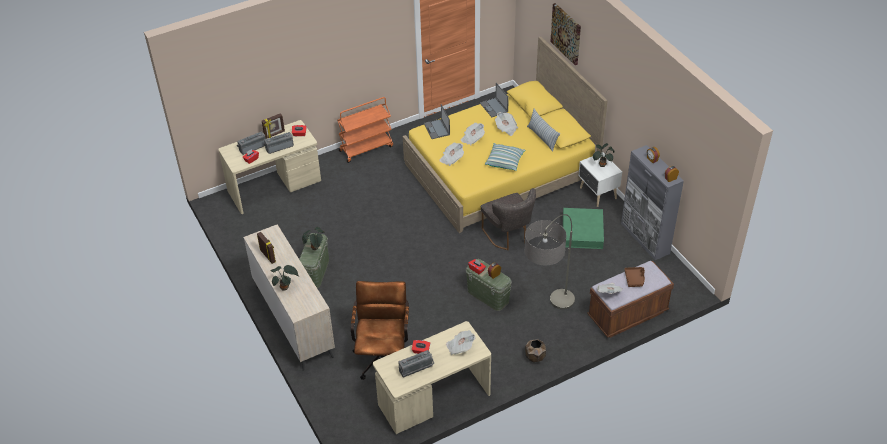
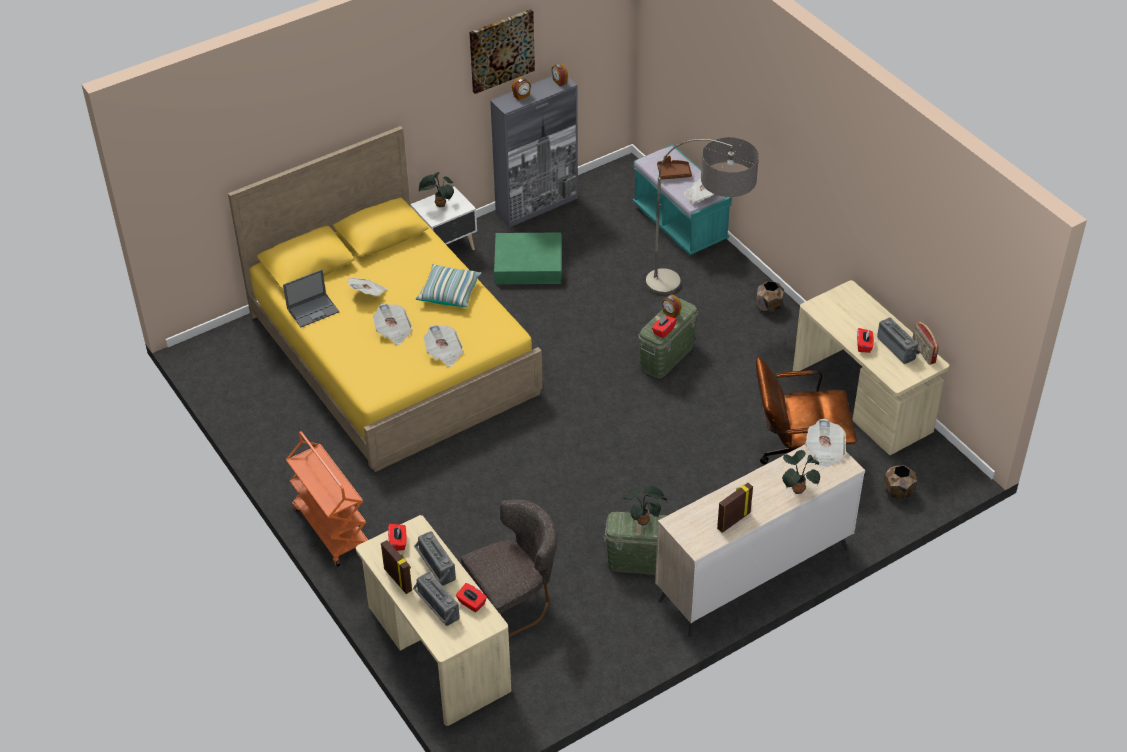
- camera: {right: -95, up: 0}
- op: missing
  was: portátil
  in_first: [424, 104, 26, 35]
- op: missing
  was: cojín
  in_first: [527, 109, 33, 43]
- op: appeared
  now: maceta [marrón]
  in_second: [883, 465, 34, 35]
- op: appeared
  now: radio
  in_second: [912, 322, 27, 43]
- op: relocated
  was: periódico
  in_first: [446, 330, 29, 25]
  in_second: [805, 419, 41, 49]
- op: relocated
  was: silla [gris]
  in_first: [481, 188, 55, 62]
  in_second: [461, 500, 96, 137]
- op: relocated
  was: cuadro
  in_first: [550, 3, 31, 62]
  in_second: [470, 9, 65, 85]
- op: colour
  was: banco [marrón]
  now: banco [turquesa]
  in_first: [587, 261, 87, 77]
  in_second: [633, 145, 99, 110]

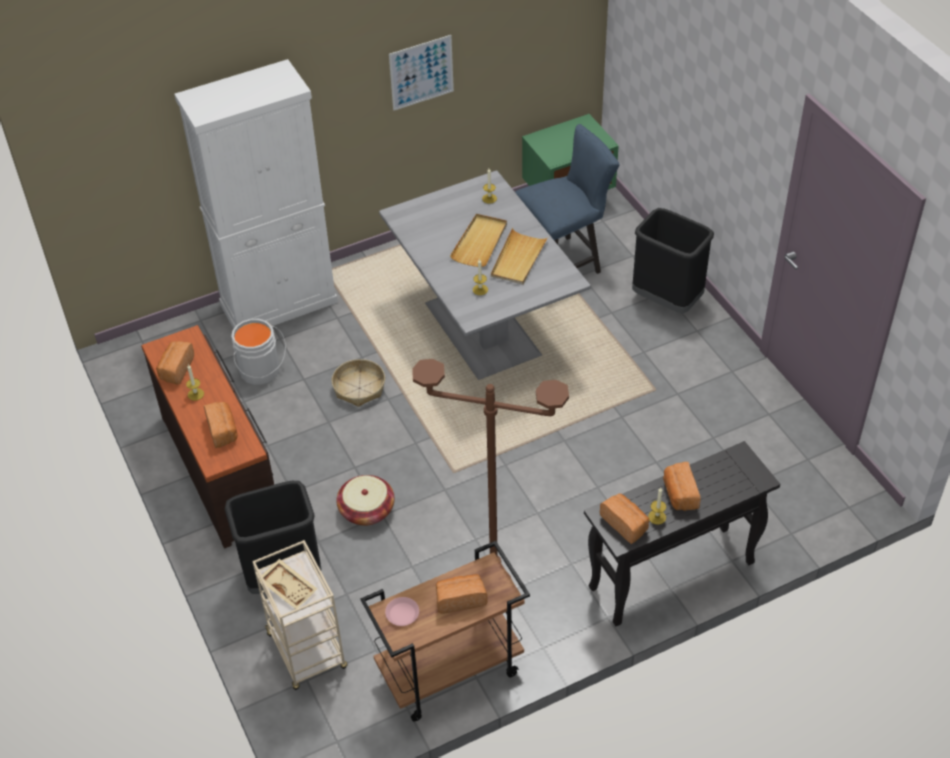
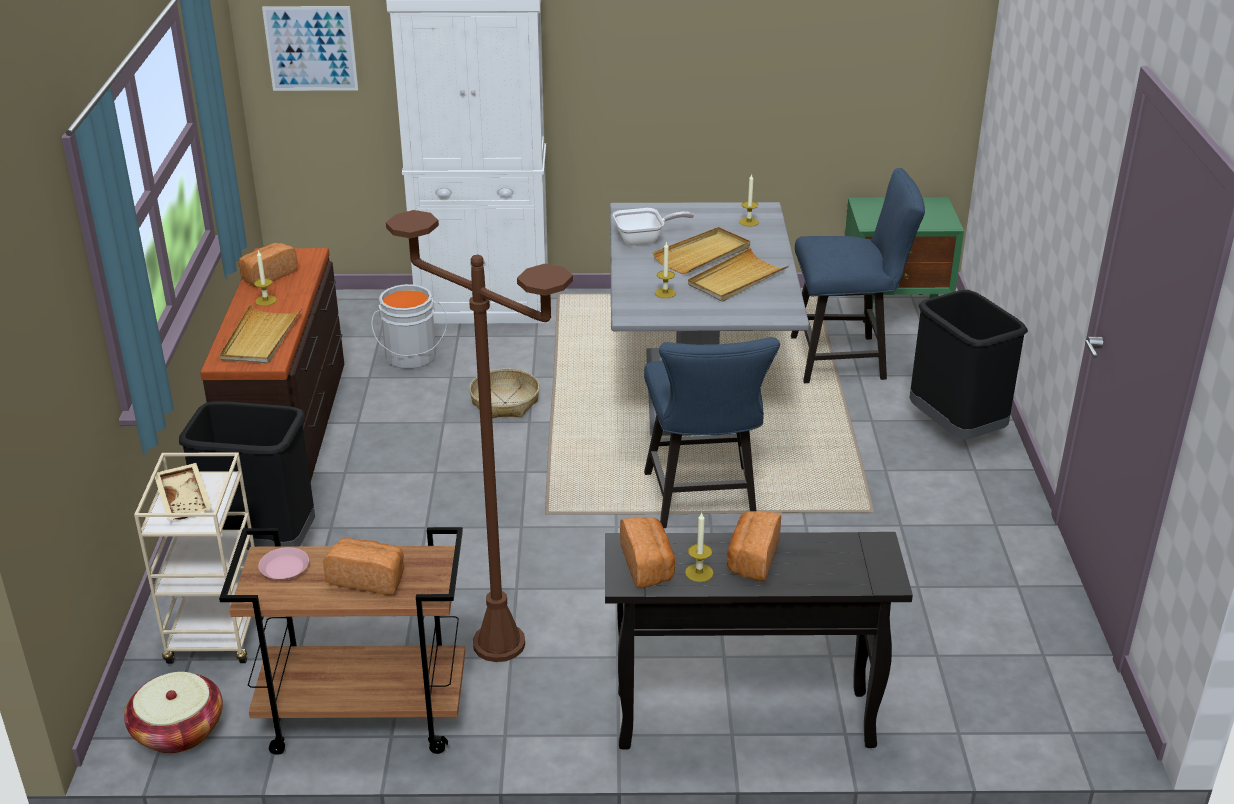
- camera: {right: 25, up: -15}
- op: appeared
  now: sartén
  in_second: [613, 208, 81, 37]
- op: appeared
  now: silla [azul]
  in_second: [644, 337, 136, 191]
- op: relocated
  was: cesta
  in_first: [337, 475, 58, 51]
  in_second: [124, 672, 99, 81]
- op: relocated
  was: cuadro
  in_first: [389, 35, 65, 76]
  in_second: [262, 6, 96, 85]
- op: exchanged
  was: pan
  now: bandeja [beis]
  in_first: [204, 402, 34, 46]
  in_second: [220, 304, 82, 60]

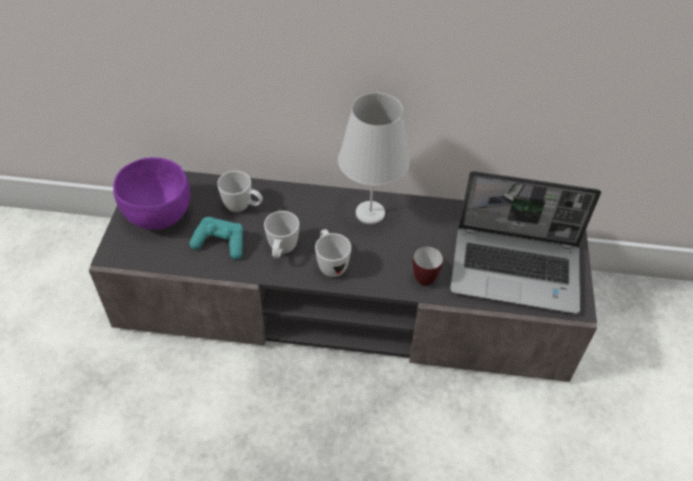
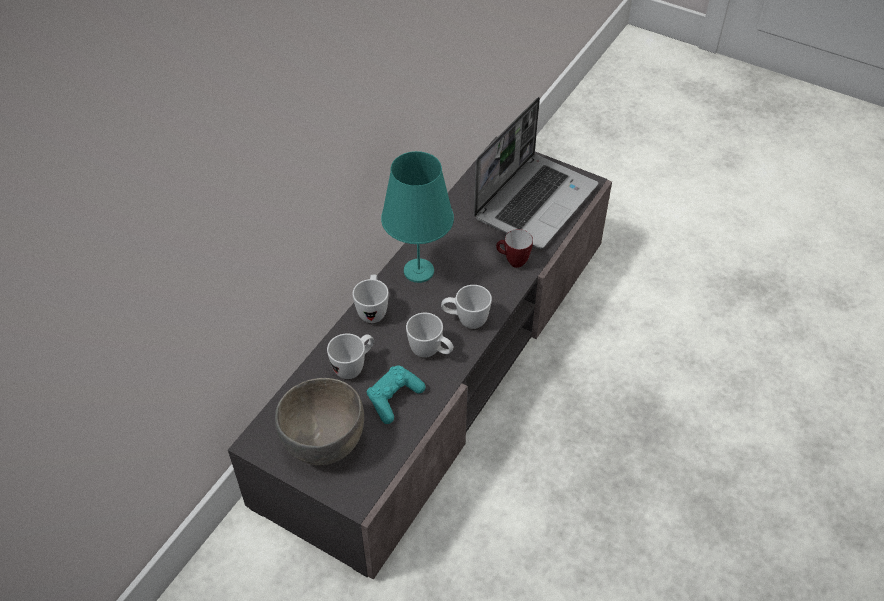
- camera: {right: -65, up: 0}
- op: appeared
  now: taza grande [blanco]
  in_second: [352, 274, 37, 49]
- op: colour
  was: cuenco [morado]
  now: cuenco [gris]
  in_first: [113, 157, 77, 73]
  in_second: [275, 378, 89, 87]
- op: colour
  was: lámpara de mesa [blanco]
  now: lámpara de mesa [turquesa]
  in_first: [338, 93, 72, 131]
  in_second: [381, 151, 73, 132]

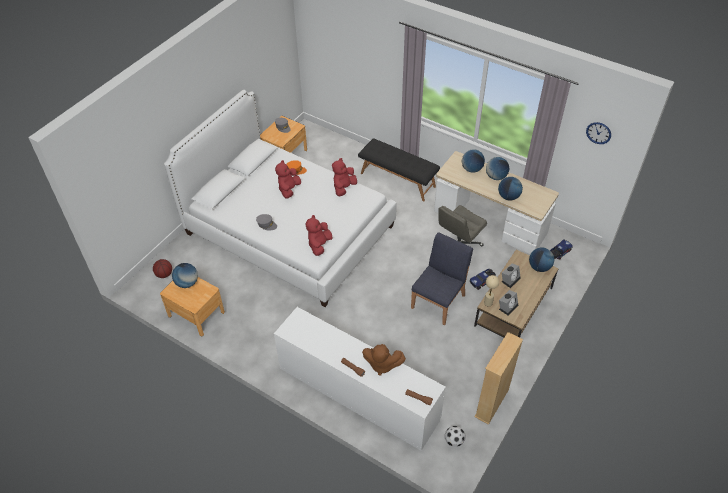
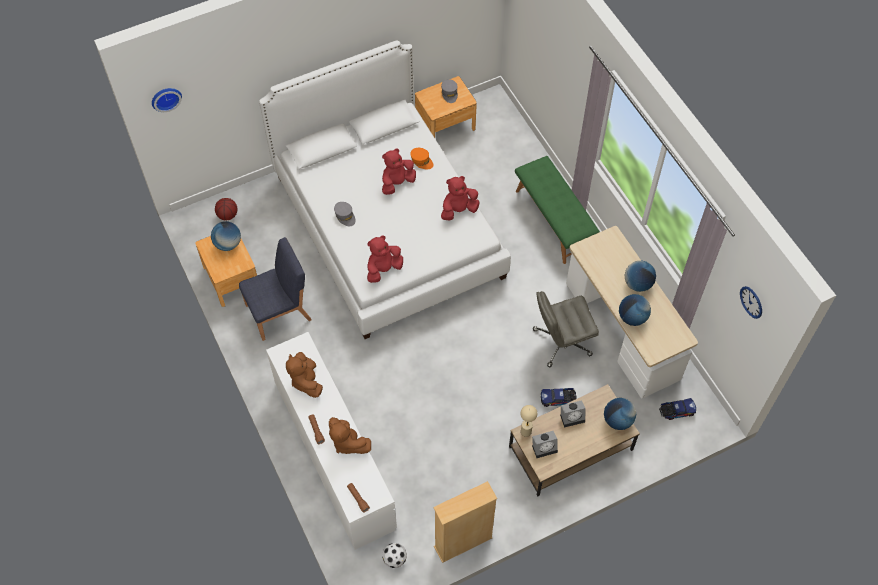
- camera: {right: 30, up: 10}
- op: missing
  was: globo terráqueo
  in_first: [462, 149, 23, 24]
- op: appeared
  now: reloj de pared
  in_second: [152, 88, 30, 24]
- op: appeared
  now: peluche [marrón]
  in_second: [286, 352, 37, 46]
- op: relocated
  was: silla [azul]
  in_first: [411, 232, 62, 93]
  in_second: [239, 237, 72, 104]
- op: colour
  was: banco [negro]
  now: banco [verde]
  in_first: [358, 138, 82, 63]
  in_second: [515, 156, 85, 108]

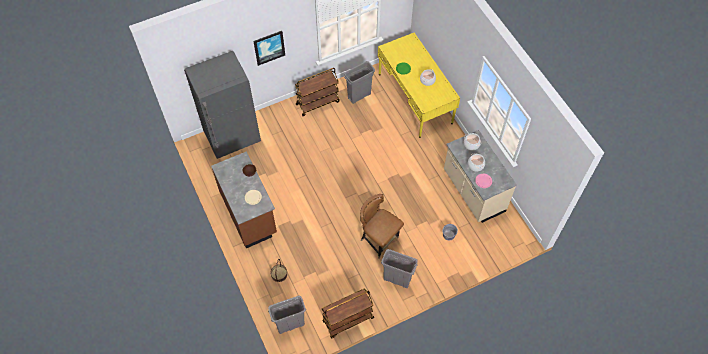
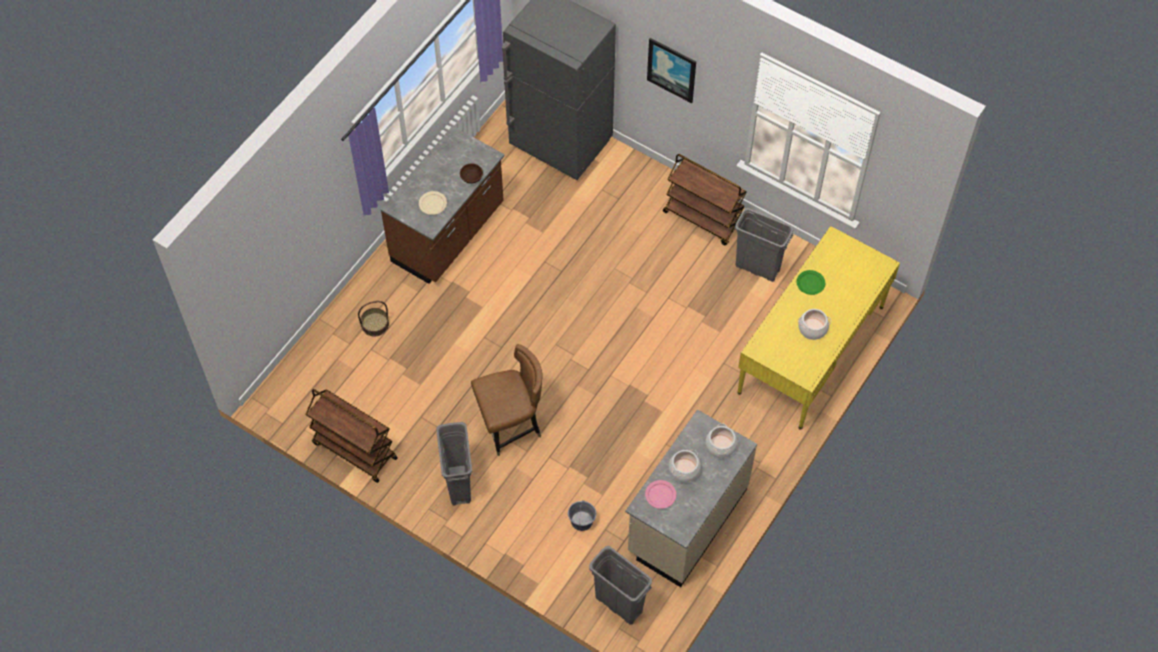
- camera: {right: 60, up: 0}
- op: relocated
  was: papelera [gris]
  in_first: [268, 296, 38, 38]
  in_second: [589, 546, 63, 79]
- op: spun
  was: silla [marrón]
  in_first: [360, 194, 44, 64]
  in_second: [471, 344, 71, 112]
  clockwise: 60

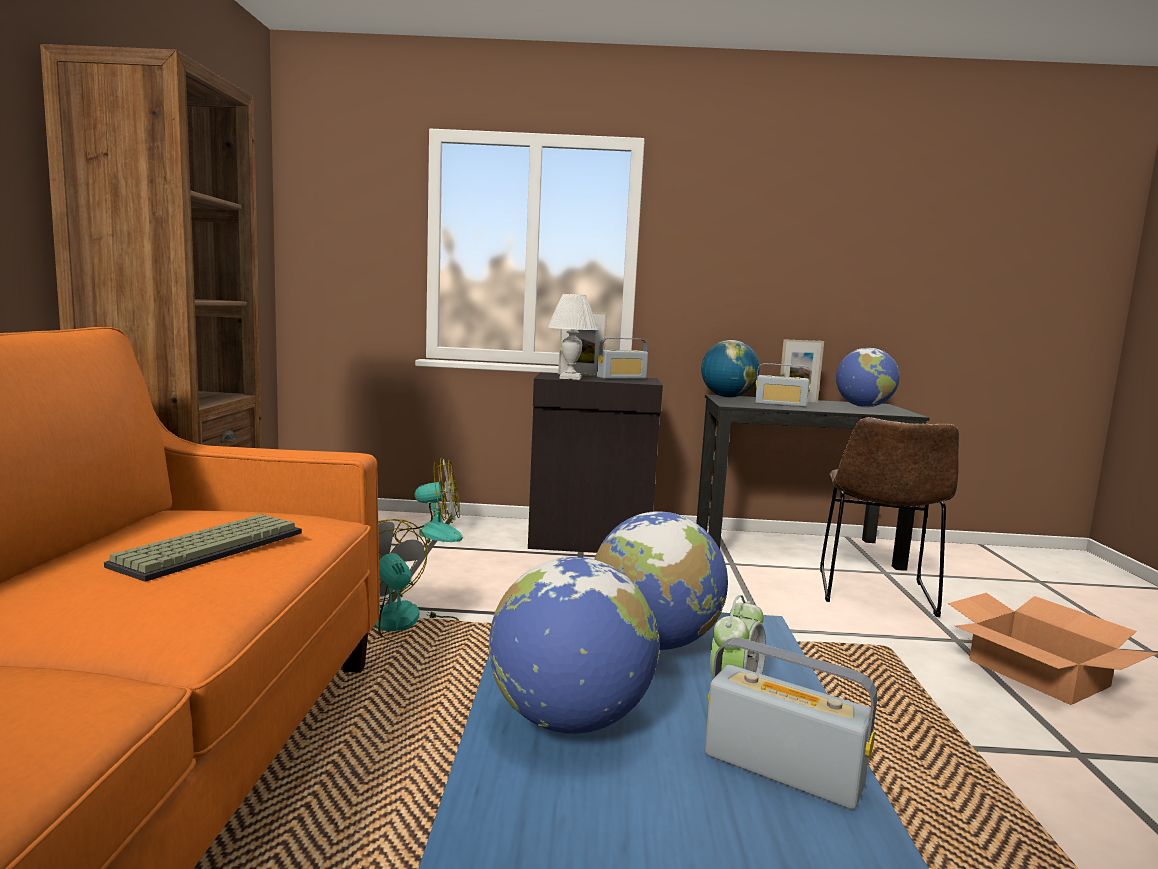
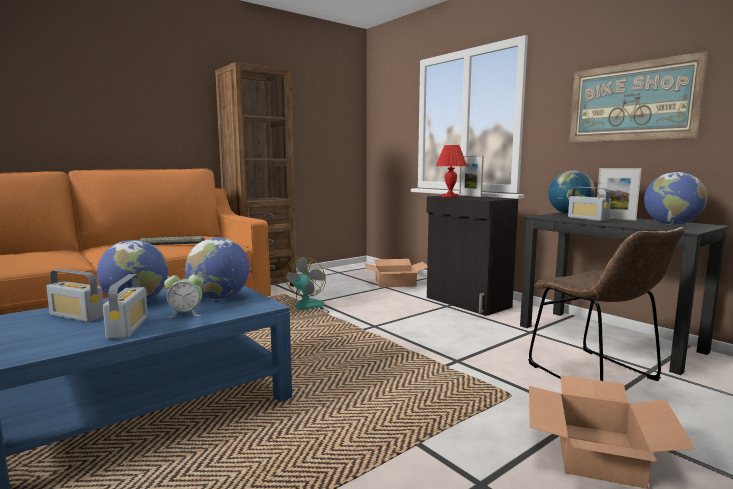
- camera: {right: 50, up: 0}
- op: appeared
  now: cuadro
  in_second: [569, 51, 139, 91]
- op: relocated
  was: radio
  in_first: [597, 338, 51, 41]
  in_second: [46, 269, 58, 53]
- op: exchanged
  was: ventilador
  now: caja de cartón
  in_first: [394, 457, 69, 87]
  in_second: [364, 259, 63, 28]
- op: colour
  was: lámpara de mesa [blanco]
  now: lámpara de mesa [rojo]
  in_first: [548, 294, 50, 86]
  in_second: [436, 145, 31, 53]
- op: spun
  was: silla [marrón]
  in_first: [820, 417, 139, 200]
  in_second: [528, 227, 157, 154]
  clockwise: -90

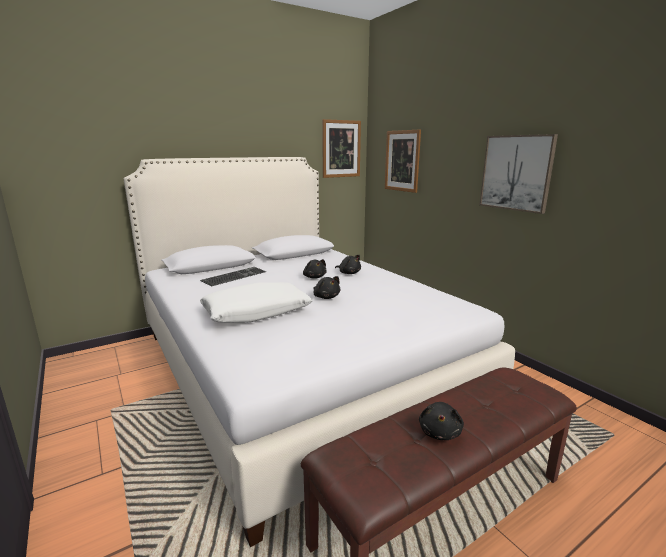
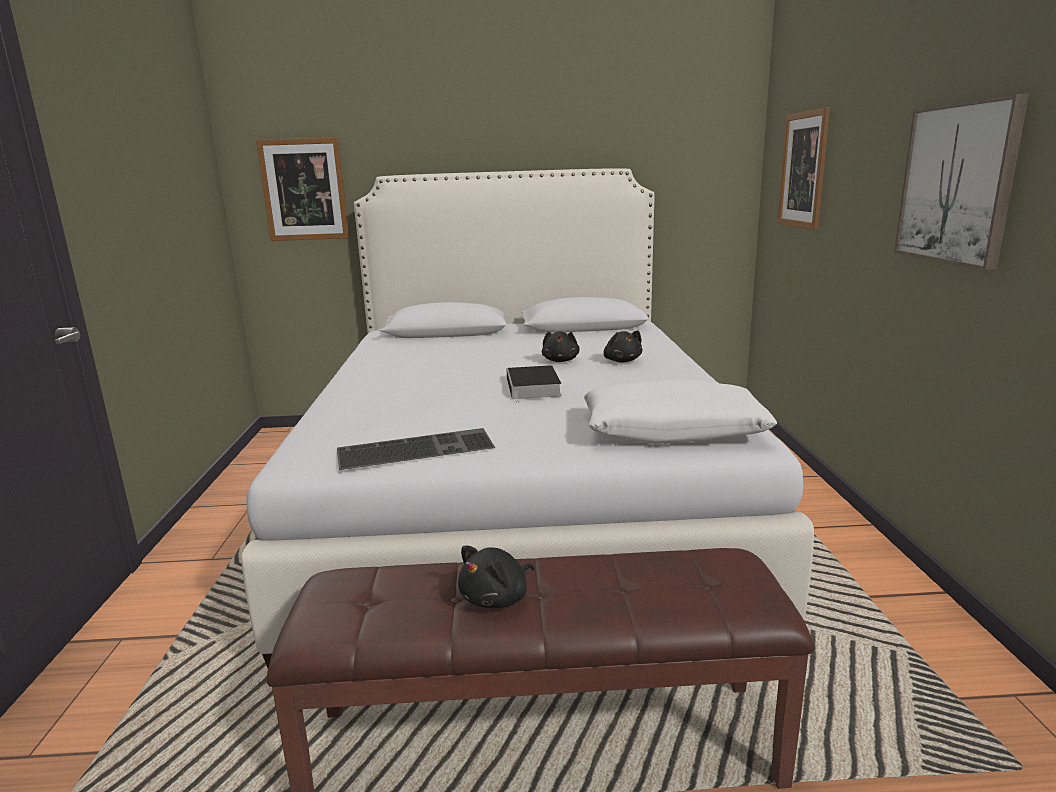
- camera: {right: 30, up: 0}
- op: relocated
  was: teclado
  in_first: [200, 267, 66, 20]
  in_second: [337, 428, 158, 42]
- op: relocated
  was: cojín [blanco]
  in_first: [200, 282, 112, 41]
  in_second: [584, 379, 193, 65]
- op: relocated
  was: cuadro
  in_first: [322, 119, 39, 59]
  in_second: [256, 137, 93, 104]
- op: exchanged
  was: peluche [negro]
  now: libro
  in_first: [314, 276, 26, 23]
  in_second: [506, 365, 56, 38]

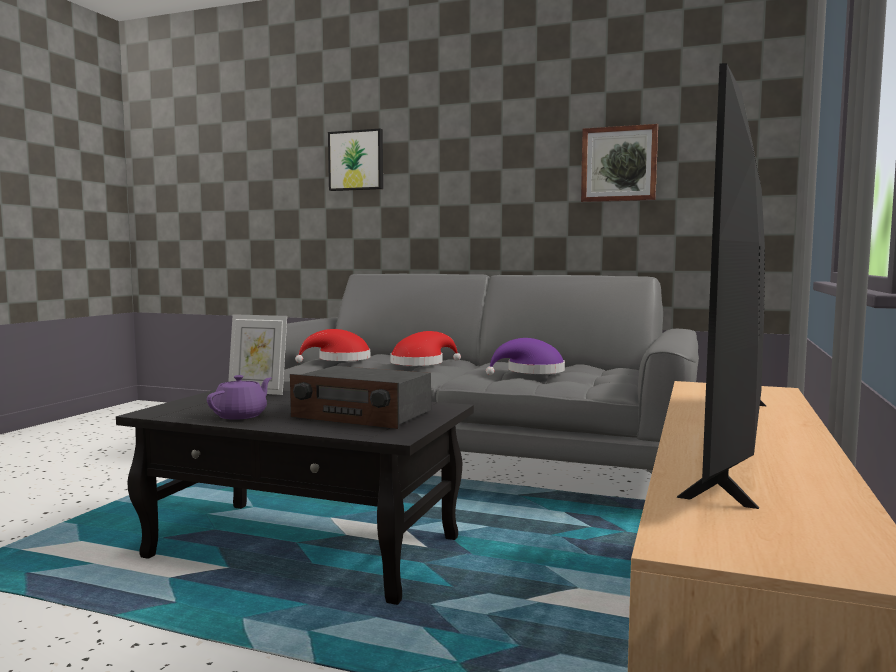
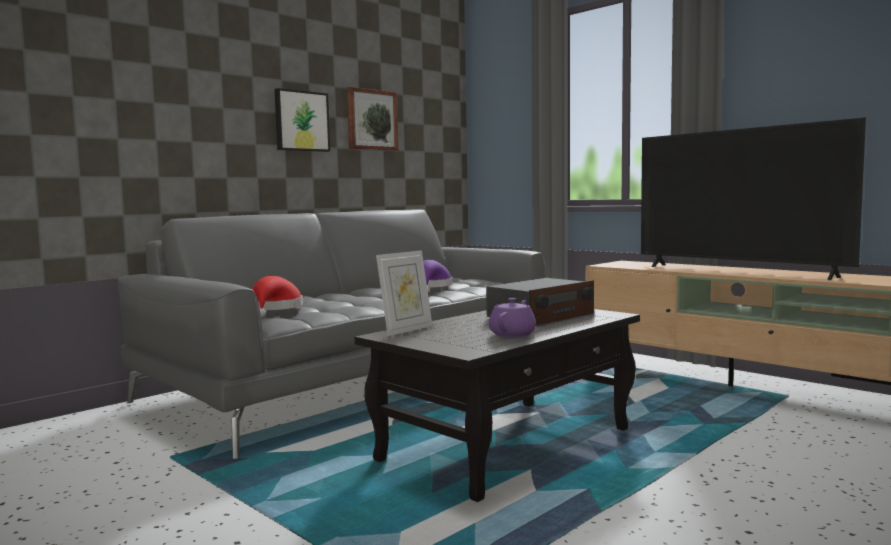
- camera: {right: -65, up: 0}
- op: missing
  was: sombrero [rojo]
  in_first: [390, 331, 71, 35]
- op: relocated
  was: cuadro
  in_first: [328, 129, 55, 62]
  in_second: [274, 88, 56, 64]
- op: spun
  was: tetera [morado]
  in_first: [207, 375, 64, 45]
  in_second: [489, 298, 47, 39]
  clockwise: 60

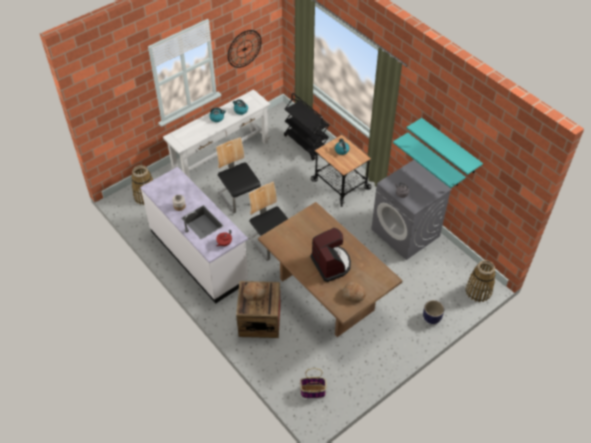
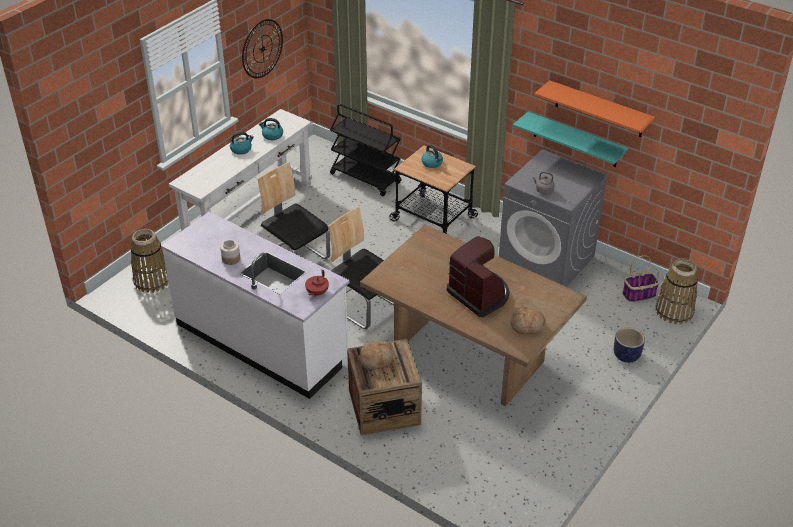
- camera: {right: -15, up: -10}
- op: relocated
  was: cesta
  in_first: [300, 368, 27, 30]
  in_second: [622, 255, 38, 47]
- op: colour
  was: estante [turquesa]
  now: estante [naranja]
  in_first: [406, 118, 77, 57]
  in_second: [534, 80, 121, 57]

